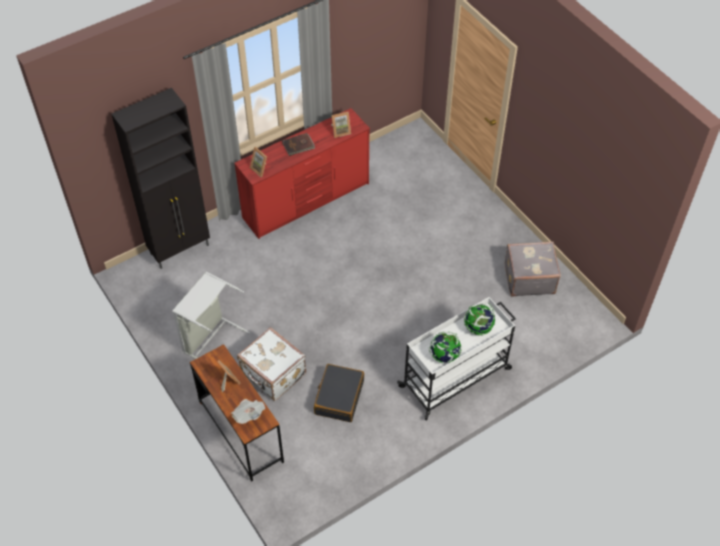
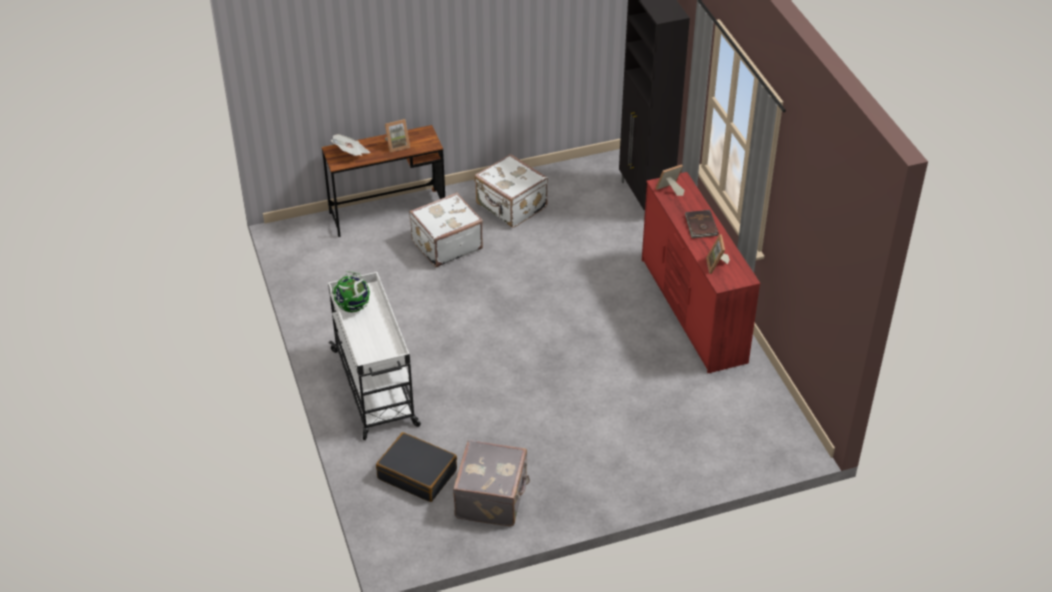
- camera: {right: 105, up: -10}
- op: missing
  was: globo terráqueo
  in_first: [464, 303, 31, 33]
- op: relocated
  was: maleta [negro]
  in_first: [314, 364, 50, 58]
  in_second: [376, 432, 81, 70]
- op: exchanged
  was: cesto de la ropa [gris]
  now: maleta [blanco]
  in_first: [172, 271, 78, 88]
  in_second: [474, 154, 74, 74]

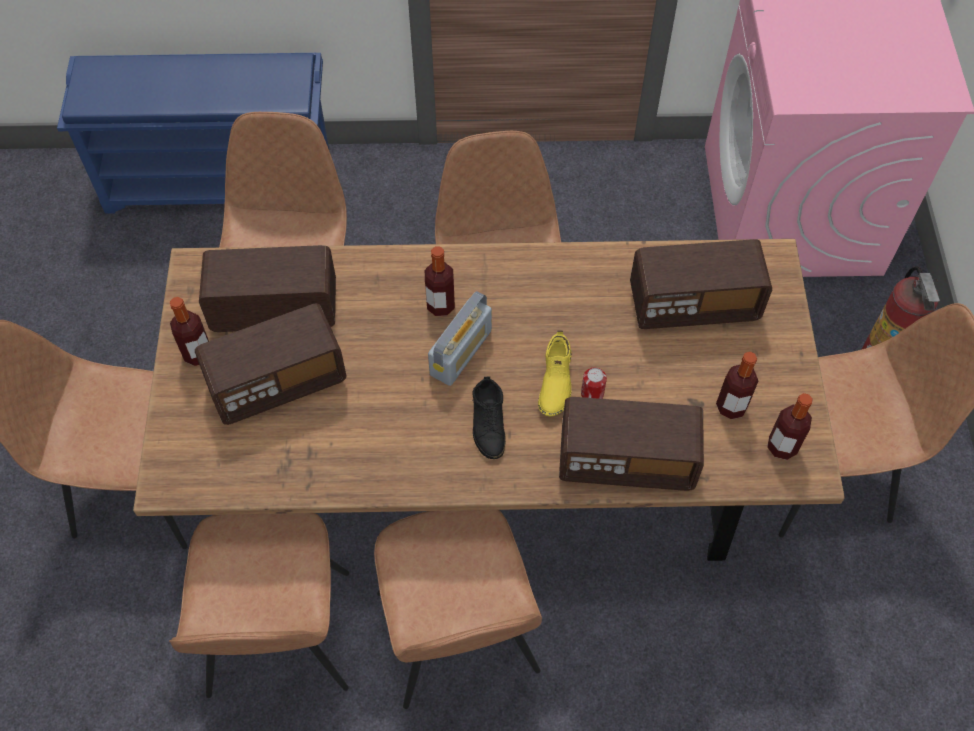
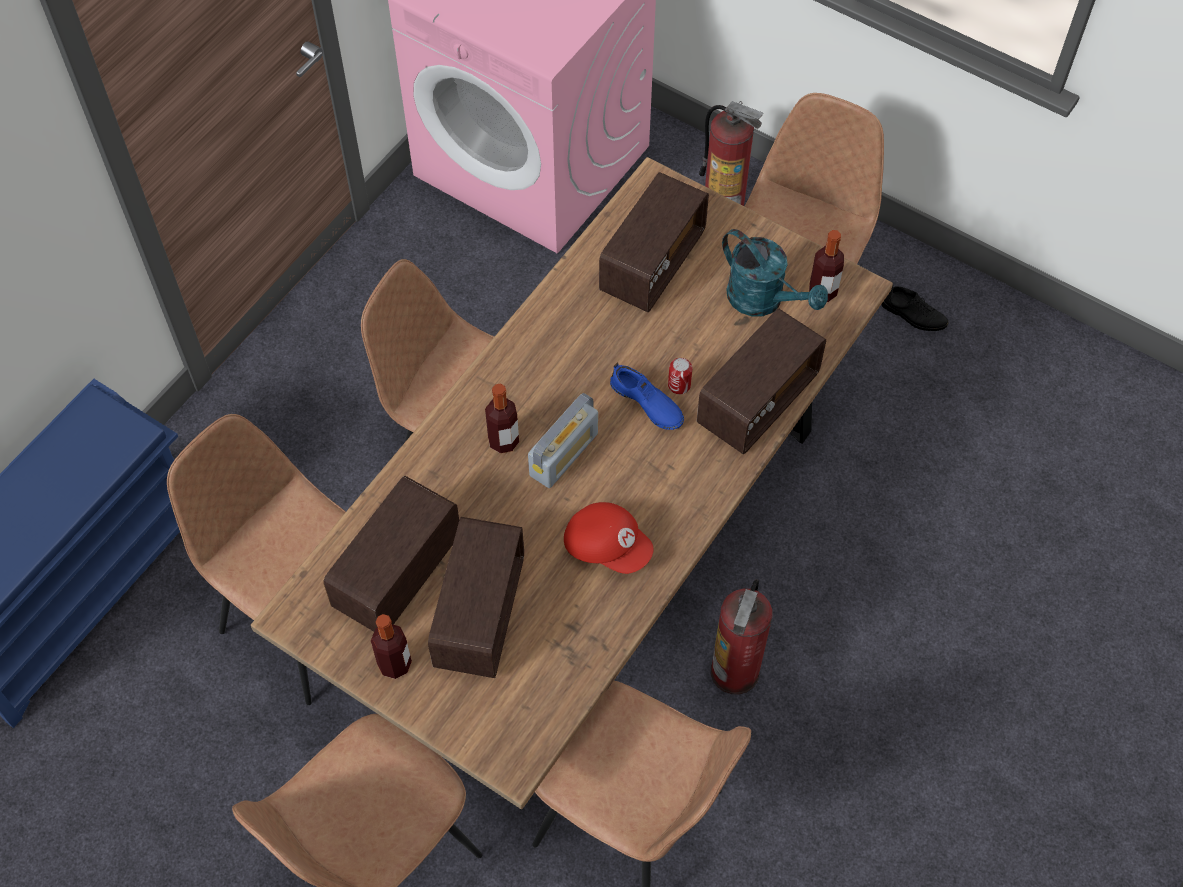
- camera: {right: -55, up: 0}
- op: appeared
  now: gorra [rojo]
  in_second: [564, 502, 90, 72]
- op: relocated
  was: zapato [negro]
  in_first: [472, 376, 34, 83]
  in_second: [881, 286, 67, 45]
- op: exchanged
  was: silla [marrón]
  now: extintor
  in_first: [374, 510, 168, 199]
  in_second: [711, 579, 62, 116]
- op: exchanged
  was: botella
  now: regadera [turquesa]
  in_first: [716, 352, 42, 67]
  in_second: [722, 229, 106, 87]
- op: colour
  was: zapato [amarillo]
  now: zapato [azul]
  in_first: [538, 330, 34, 86]
  in_second: [610, 362, 74, 68]
- op: spun
  was: radio
  in_first: [428, 291, 64, 95]
  in_second: [528, 393, 70, 95]
  clockwise: 60

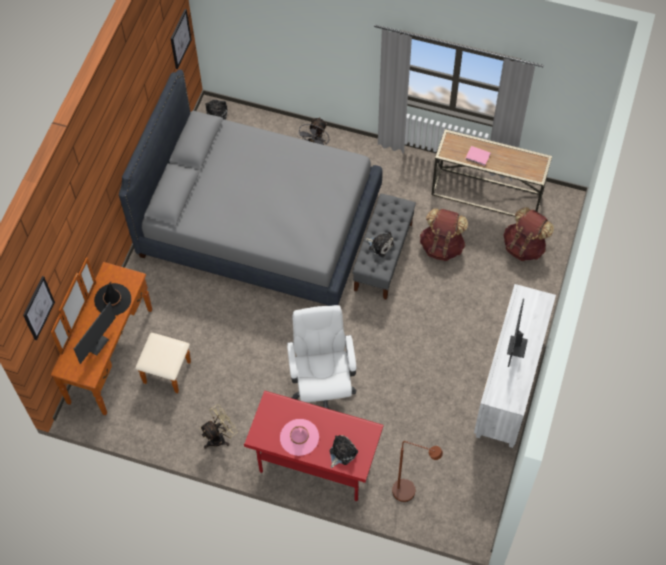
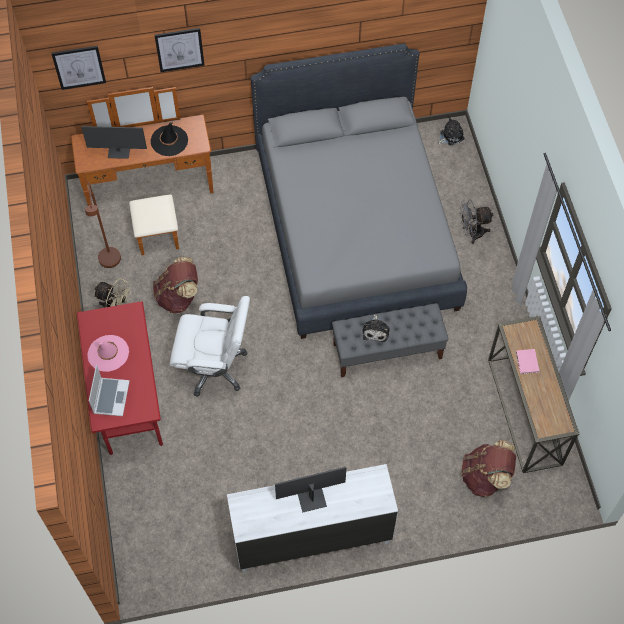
- camera: {right: 60, up: 0}
- op: relocated
  was: cuadro
  in_first: [170, 9, 22, 60]
  in_second: [154, 28, 51, 44]
- op: relocated
  was: lámpara de pie [marrón]
  in_first: [392, 441, 51, 61]
  in_second: [85, 182, 36, 86]
- op: relocated
  was: mochila [marrón]
  in_first: [420, 208, 48, 53]
  in_second: [153, 257, 45, 56]
- op: exchanged
  was: peluche
  now: portátil
  in_first: [330, 435, 28, 33]
  in_second: [89, 365, 41, 51]
- op: spun
  was: silla de oficina [blanco]
  in_first: [287, 305, 69, 104]
  in_second: [170, 296, 80, 101]
  clockwise: 45

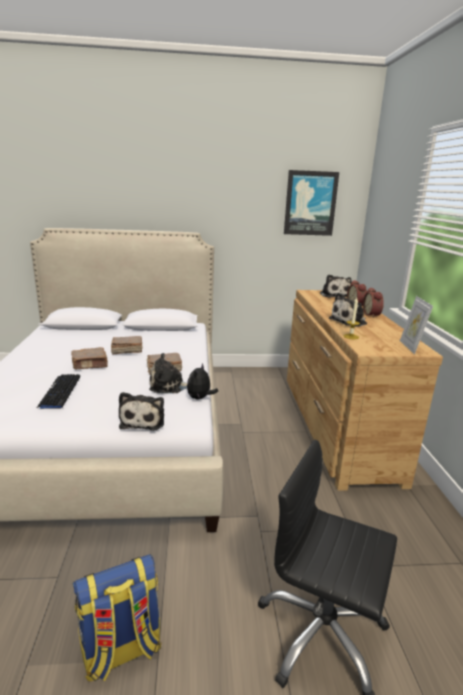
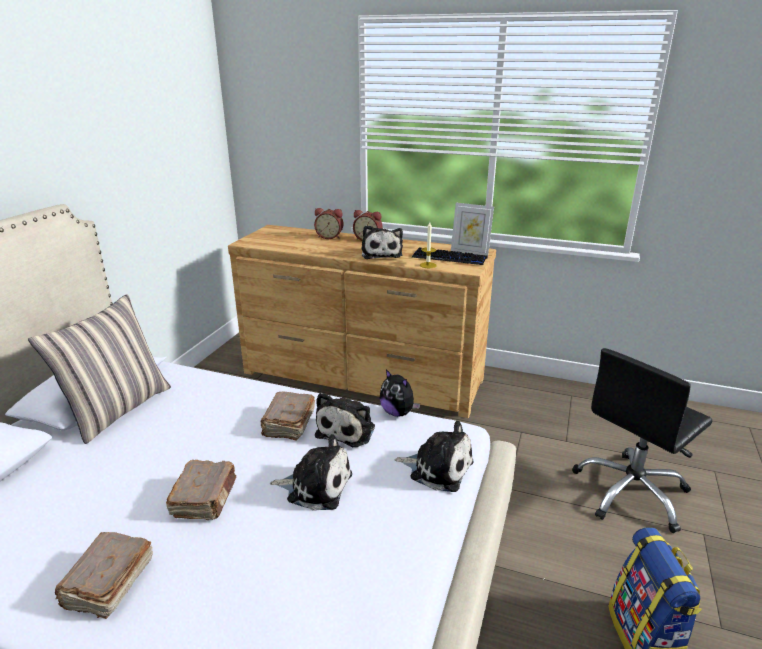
- camera: {right: -65, up: 5}
- op: missing
  was: cuadro
  in_first: [284, 170, 55, 66]
- op: appeared
  now: cojín
  in_second: [28, 294, 143, 150]
- op: relocated
  was: teclado
  in_first: [37, 374, 43, 35]
  in_second: [412, 247, 75, 18]
- op: relocated
  was: libro [marrón]
  in_first: [111, 336, 32, 19]
  in_second: [55, 532, 98, 87]
- op: relocated
  was: peluche
  in_first: [320, 274, 32, 24]
  in_second: [270, 434, 82, 77]

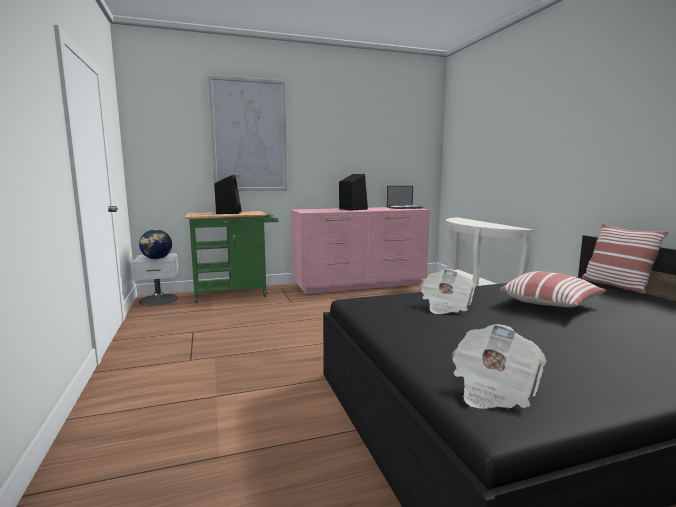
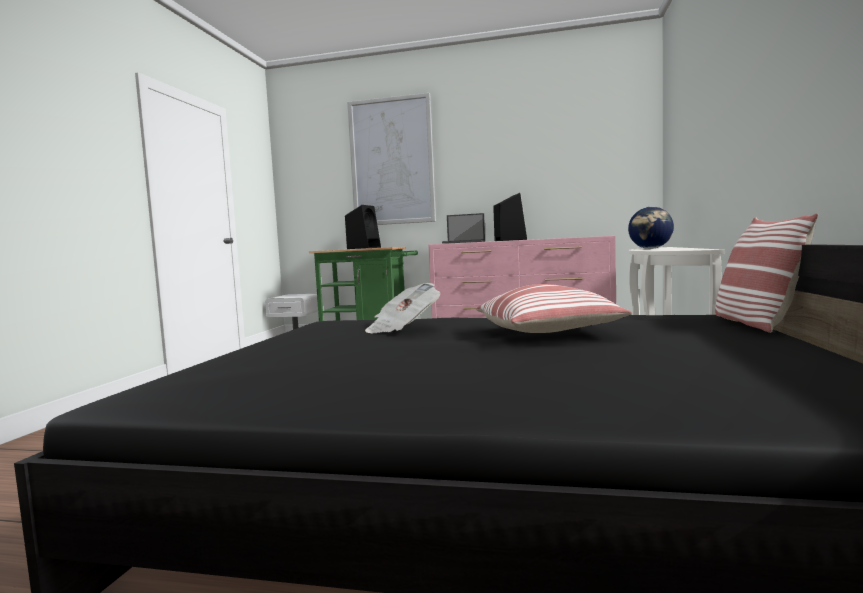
- camera: {right: 30, up: -5}
- op: missing
  was: periódico
  in_first: [452, 324, 94, 85]
- op: relocated
  was: globo terráqueo
  in_first: [139, 229, 33, 30]
  in_second: [628, 207, 46, 42]
- op: relocated
  was: portátil
  in_first: [387, 186, 36, 23]
  in_second: [442, 213, 43, 31]

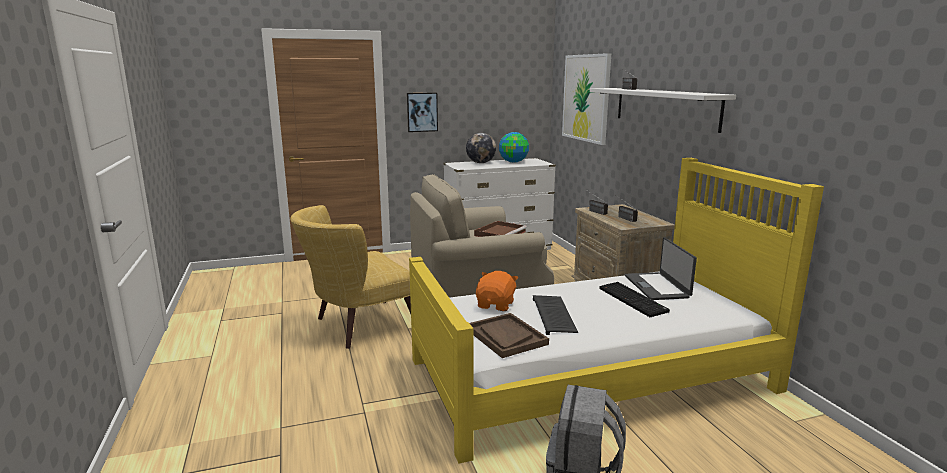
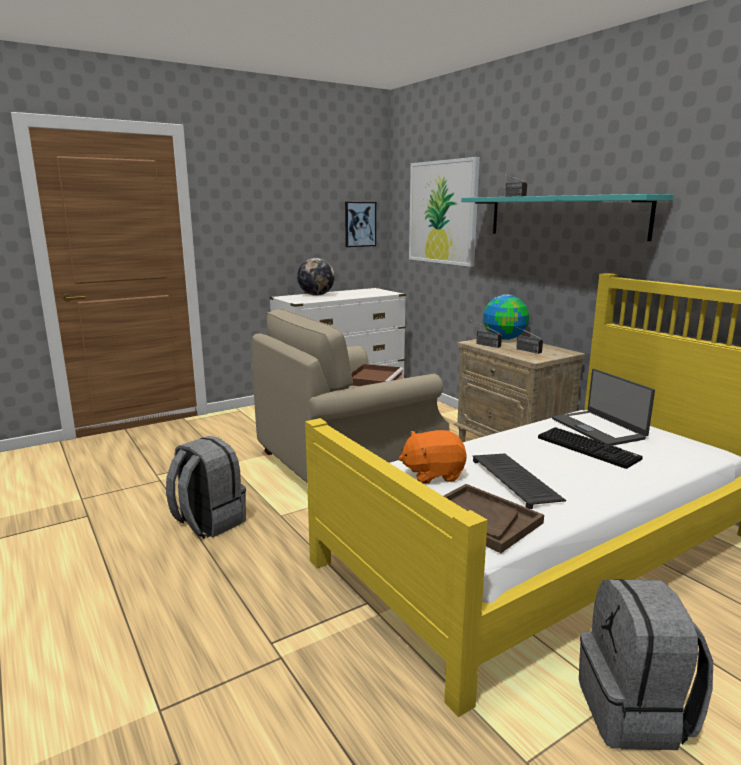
- camera: {right: -15, up: 0}
- op: relocated
  was: cuadro
  in_first: [407, 93, 31, 39]
  in_second: [345, 202, 31, 45]
- op: relocated
  was: globo terráqueo
  in_first: [499, 132, 30, 31]
  in_second: [483, 295, 46, 45]
- op: exchanged
  was: sillón [amarillo]
  now: mochila [gris]
  in_first: [290, 205, 121, 144]
  in_second: [166, 436, 80, 102]
- op: colour
  was: estante [blanco]
  now: estante [turquesa]
  in_first: [590, 88, 146, 45]
  in_second: [461, 194, 213, 47]
- op: spun
  was: peluche [naranja]
  in_first: [476, 271, 42, 40]
  in_second: [399, 430, 68, 54]
  clockwise: -105

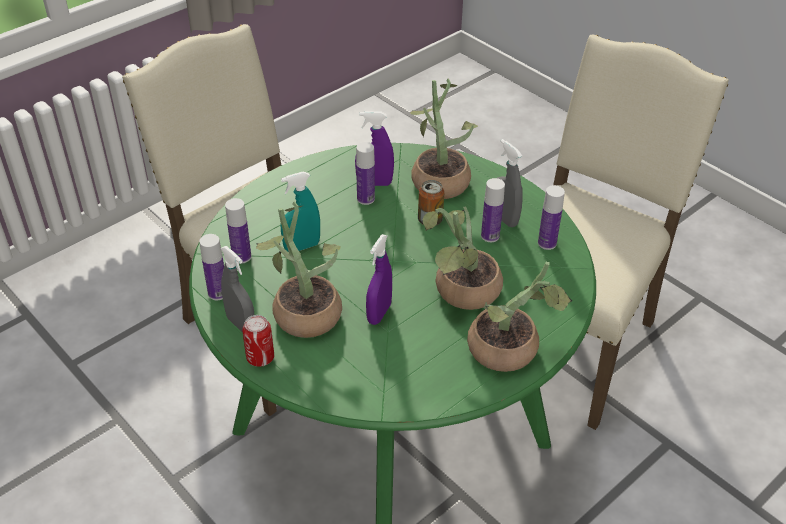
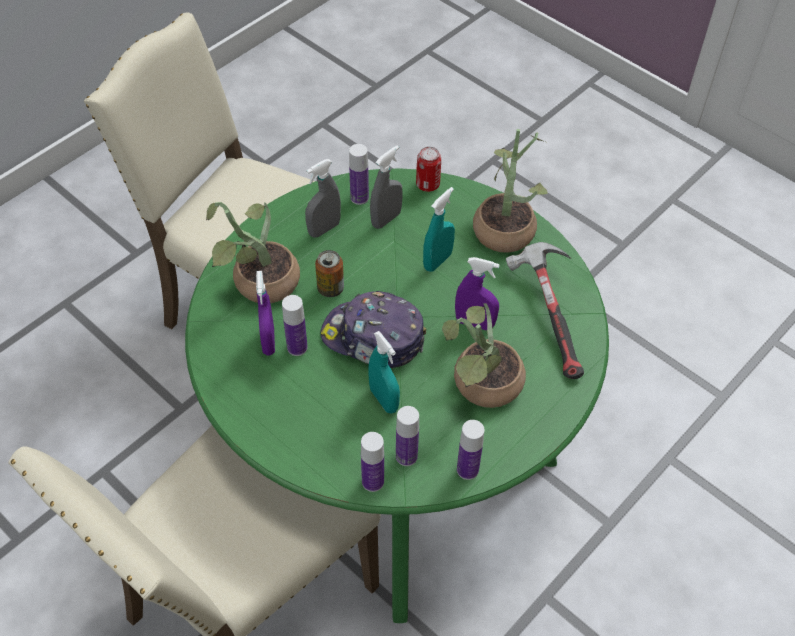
- camera: {right: -95, up: 10}
- op: appeared
  now: gorra
  in_second: [321, 291, 106, 77]
- op: appeared
  now: martillo
  in_second: [506, 242, 78, 137]
- op: relocated
  was: pulverizador [gris]
  in_first: [220, 246, 35, 87]
  in_second: [370, 146, 33, 83]
- op: relocated
  was: lata
  in_first: [242, 315, 32, 52]
  in_second: [416, 146, 25, 46]
- op: relocated
  was: botella
  in_first: [481, 178, 24, 64]
  in_second: [361, 432, 23, 60]
- op: exchanged
  was: planta en maceta
  now: pulverizador [turquesa]
  in_first: [422, 207, 81, 103]
  in_second: [423, 187, 32, 85]

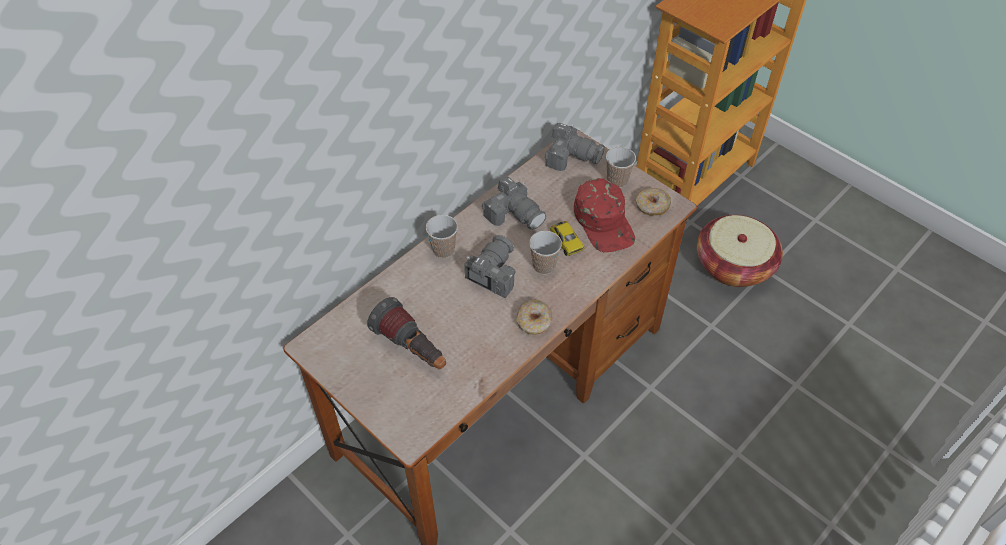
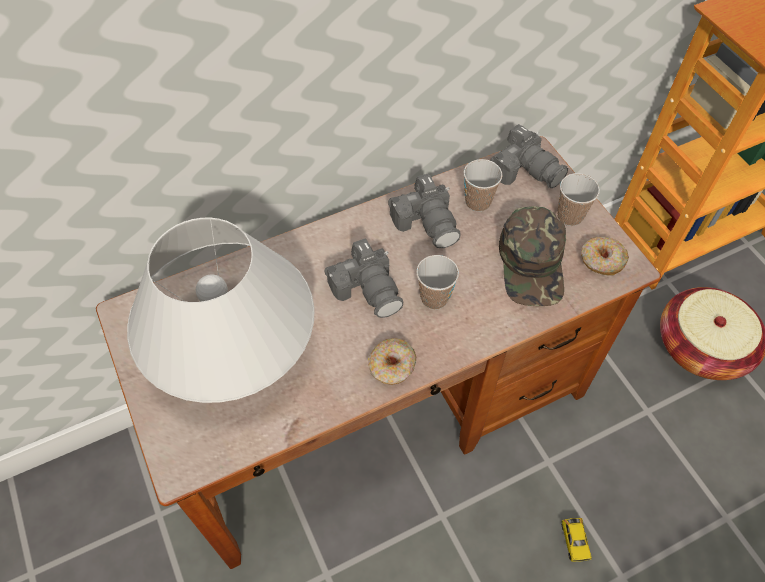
- camera: {right: 20, up: 5}
- op: relocated
  was: taza
  in_first: [426, 215, 32, 43]
  in_second: [464, 159, 38, 53]
- op: relocated
  was: coche de juguete
  in_first: [550, 221, 34, 35]
  in_second: [562, 518, 30, 44]
- op: exchanged
  was: linterna
  now: lámpara de mesa [blanco]
  in_first: [368, 297, 78, 72]
  in_second: [127, 218, 188, 185]
- op: colour
  was: gorra [rojo]
  now: gorra [verde]
  in_first: [574, 178, 61, 74]
  in_second: [499, 206, 67, 100]
- op: spun
  was: cámara
  in_first: [465, 235, 51, 63]
  in_second: [324, 238, 80, 80]
  clockwise: 105

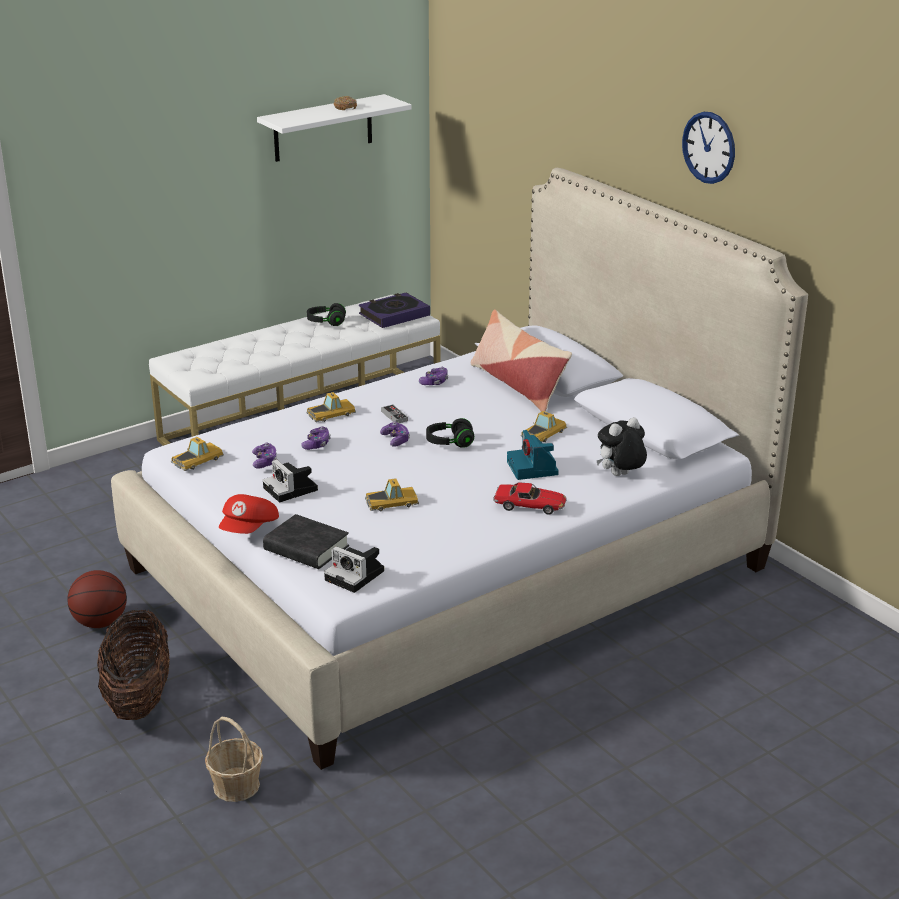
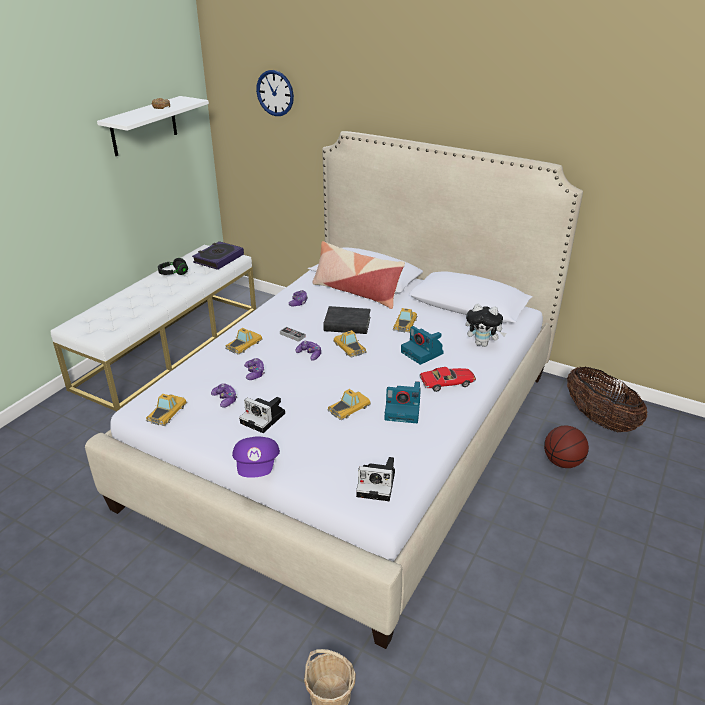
- camera: {right: -25, up: 5}
- op: appeared
  now: cámara
  in_second: [384, 381, 37, 42]
- op: relocated
  was: balón de baloncesto
  in_first: [67, 570, 60, 58]
  in_second: [544, 426, 45, 42]
- op: relocated
  was: cesta
  in_first: [97, 609, 73, 111]
  in_second: [567, 366, 80, 66]
- op: relocated
  was: libro [negro]
  in_first: [263, 514, 86, 55]
  in_second: [323, 306, 48, 28]
- op: relocated
  was: reloj de pared
  in_first: [682, 112, 53, 72]
  in_second: [256, 70, 38, 46]
- op: exchanged
  was: auriculares [negro]
  now: coche de juguete
  in_first: [426, 418, 48, 30]
  in_second: [333, 330, 34, 28]
- op: colour
  was: gorra [rojo]
  now: gorra [morado]
  in_first: [219, 494, 60, 40]
  in_second: [232, 436, 48, 42]
- op: spun
  was: peluche
  in_first: [597, 417, 50, 59]
  in_second: [465, 304, 41, 43]
  clockwise: -105

